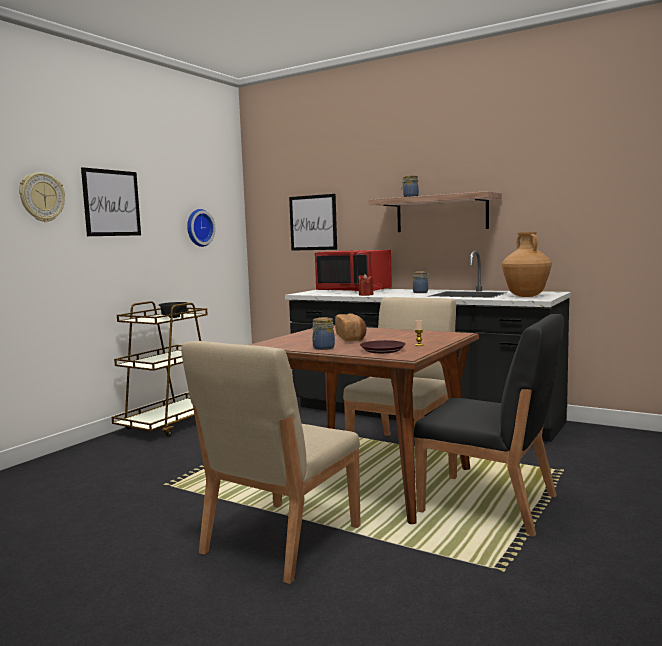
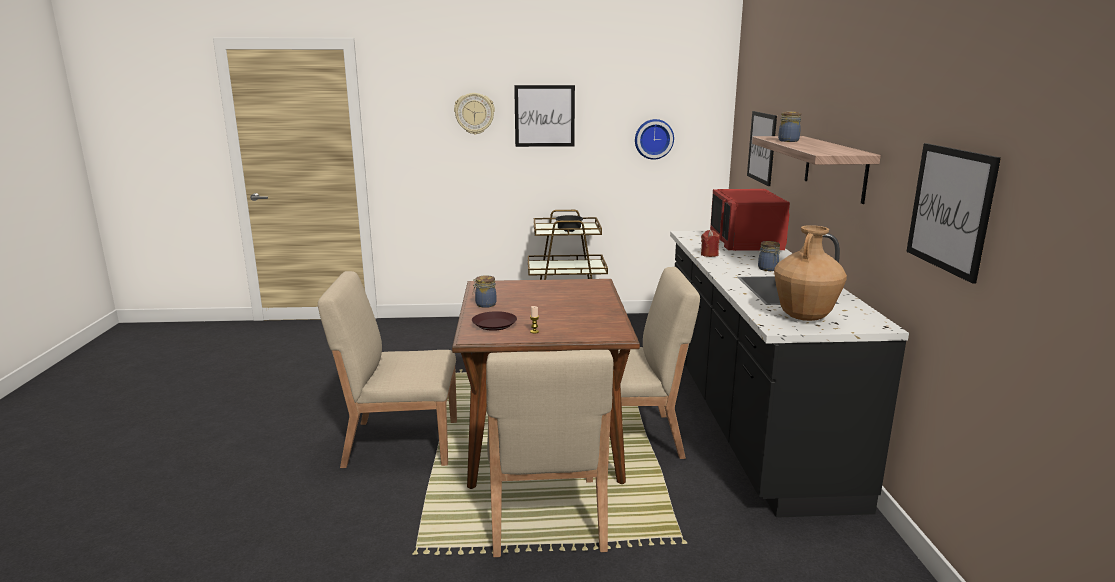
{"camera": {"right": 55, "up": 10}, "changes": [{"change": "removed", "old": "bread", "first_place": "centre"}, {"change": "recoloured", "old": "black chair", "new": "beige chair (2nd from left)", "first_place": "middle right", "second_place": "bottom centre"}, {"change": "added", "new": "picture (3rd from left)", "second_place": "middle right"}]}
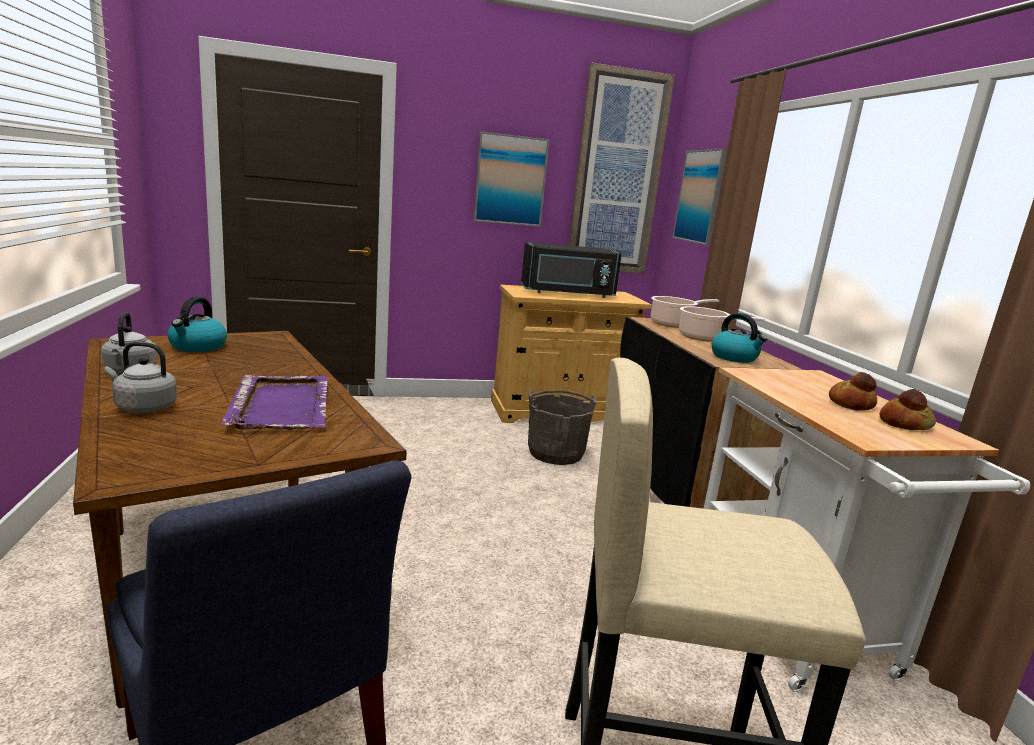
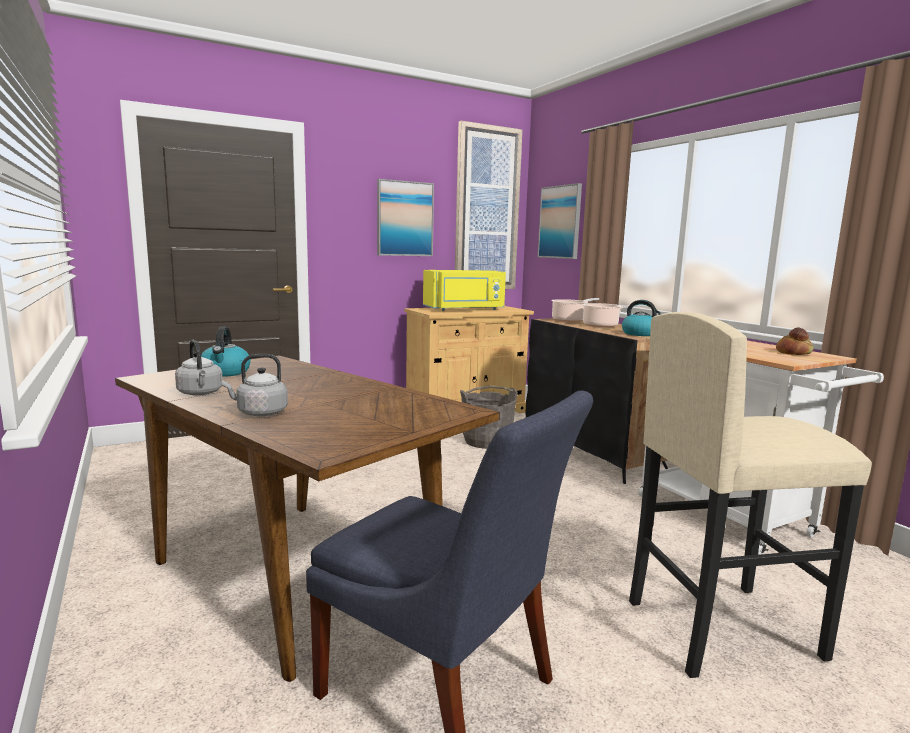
{"camera": {"right": -15, "up": -5}, "changes": [{"change": "recoloured", "old": "black microwave", "new": "yellow microwave", "first_place": "centre", "second_place": "centre"}, {"change": "removed", "old": "bread (1st from left)", "first_place": "middle right"}, {"change": "removed", "old": "purple tray", "first_place": "middle left"}]}
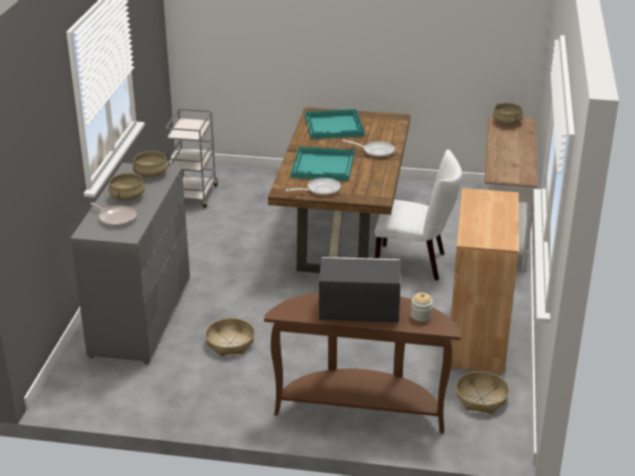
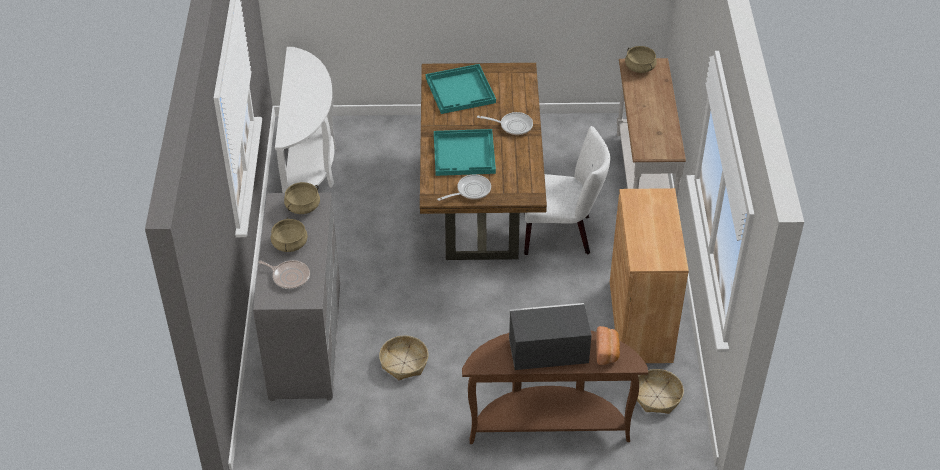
{"camera": {"right": -10, "up": 15}, "changes": [{"change": "replaced", "old": "grey cart", "new": "white console table (1st from left)", "first_place": "top left", "second_place": "top left"}, {"change": "replaced", "old": "jar", "new": "bread", "first_place": "centre", "second_place": "bottom centre"}]}
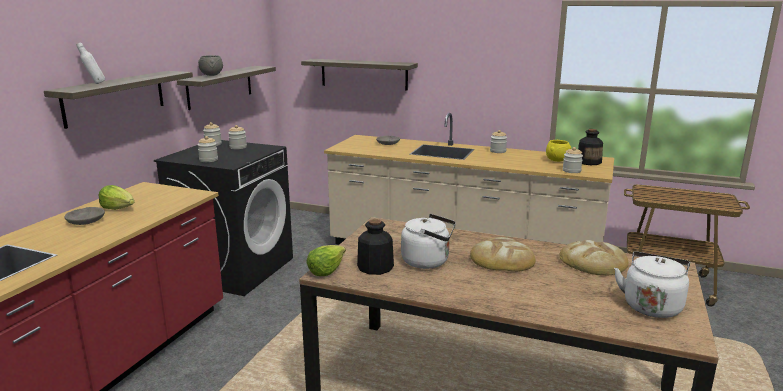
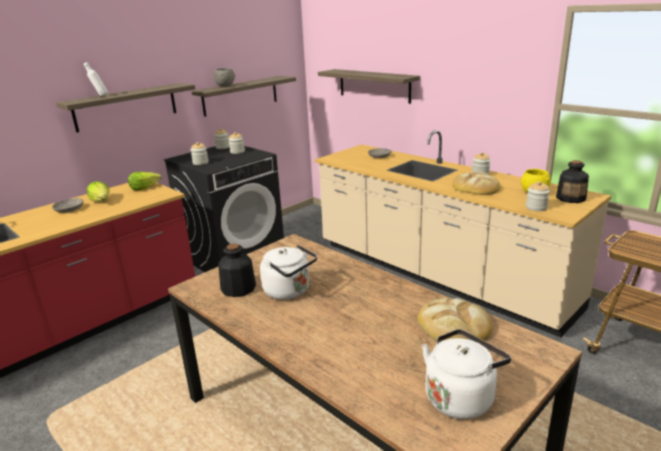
{"camera": {"right": 25, "up": 5}, "changes": [{"change": "moved", "old": "bread (1st from left in the first image)", "new": "bread (2nd from left)", "first_place": "centre", "second_place": "middle right"}, {"change": "moved", "old": "lettuce (2nd from left)", "first_place": "centre", "second_place": "middle left"}]}
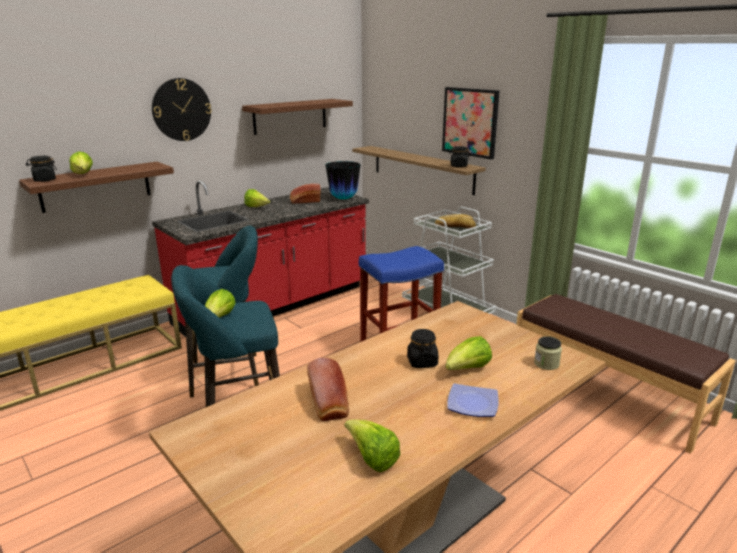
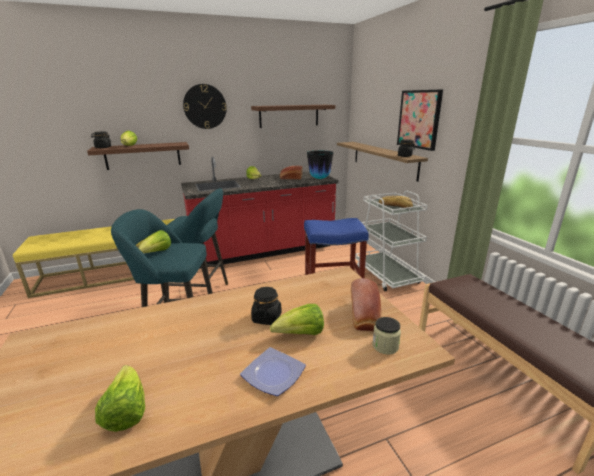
{"camera": {"right": 20, "up": 0}, "changes": [{"change": "moved", "old": "bread (2nd from left)", "first_place": "bottom centre", "second_place": "centre"}]}
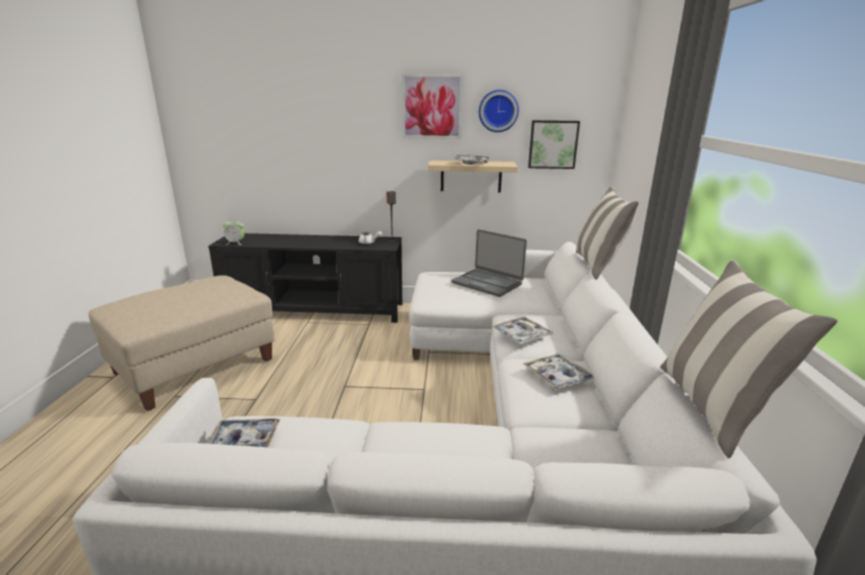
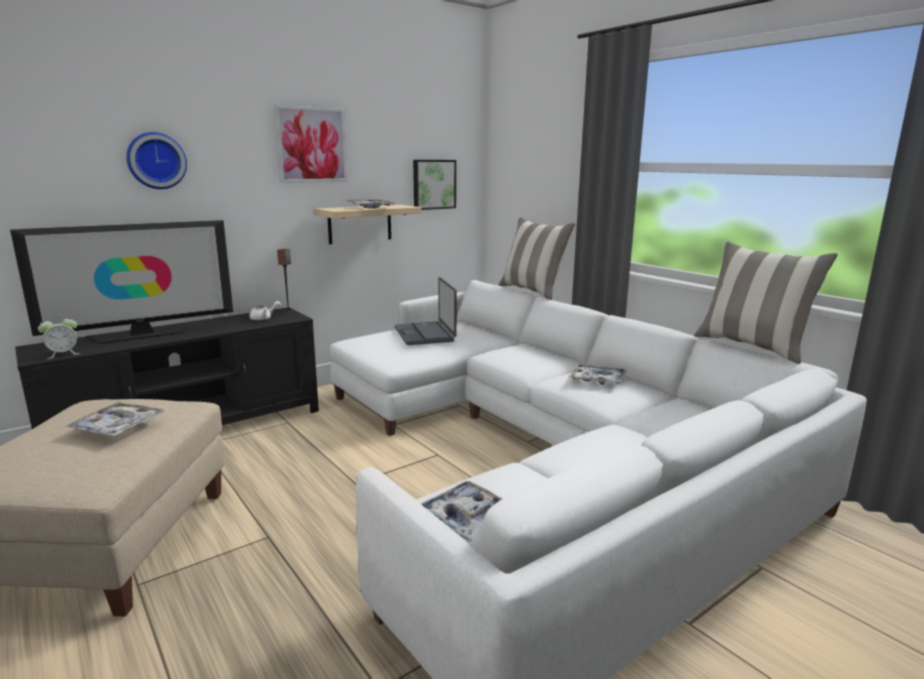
{"camera": {"right": -40, "up": -5}, "changes": [{"change": "moved", "old": "wall clock", "first_place": "top centre", "second_place": "top left"}, {"change": "turned", "old": "laptop", "first_place": "centre", "second_place": "centre", "degrees": 75}, {"change": "moved", "old": "tray (3rd from left in the first image)", "new": "tray (1st from left)", "first_place": "centre", "second_place": "middle left"}, {"change": "added", "new": "television", "second_place": "middle left"}]}
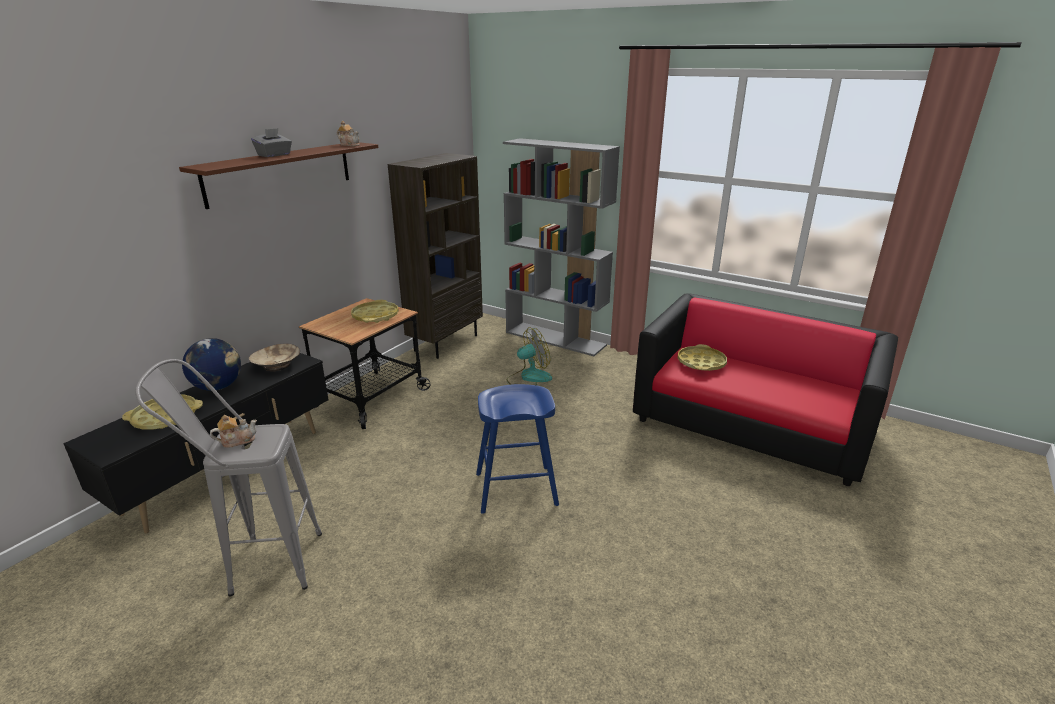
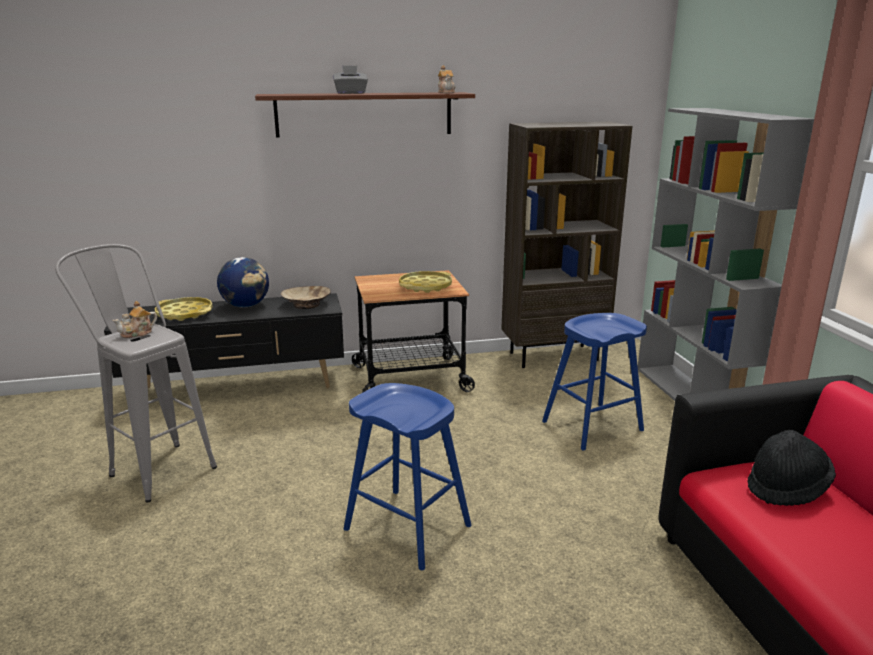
{"camera": {"right": 45, "up": -5}, "changes": [{"change": "replaced", "old": "fan", "new": "blue stool (2nd from left)", "first_place": "centre", "second_place": "middle right"}, {"change": "replaced", "old": "yellow tray (3rd from left)", "new": "black hat", "first_place": "centre", "second_place": "bottom right"}, {"change": "turned", "old": "teapot (1st from left)", "first_place": "middle left", "second_place": "middle left", "degrees": 120}]}
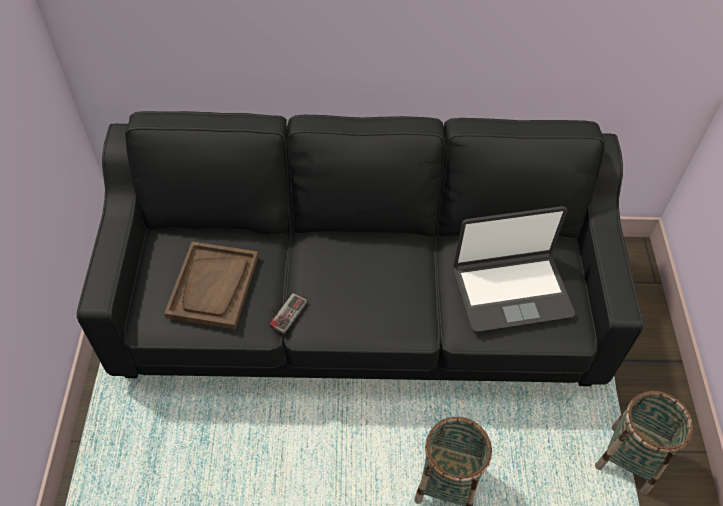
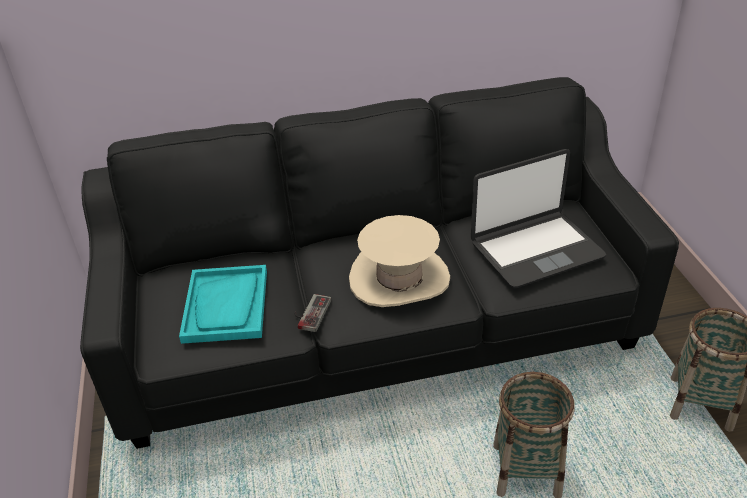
{"camera": {"right": -10, "up": -15}, "changes": [{"change": "recoloured", "old": "brown tray", "new": "turquoise tray", "first_place": "middle left", "second_place": "middle left"}, {"change": "added", "new": "beige hat", "second_place": "centre"}]}
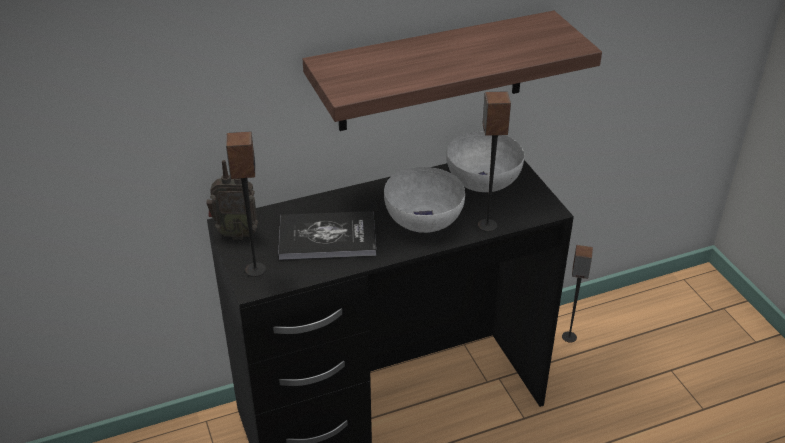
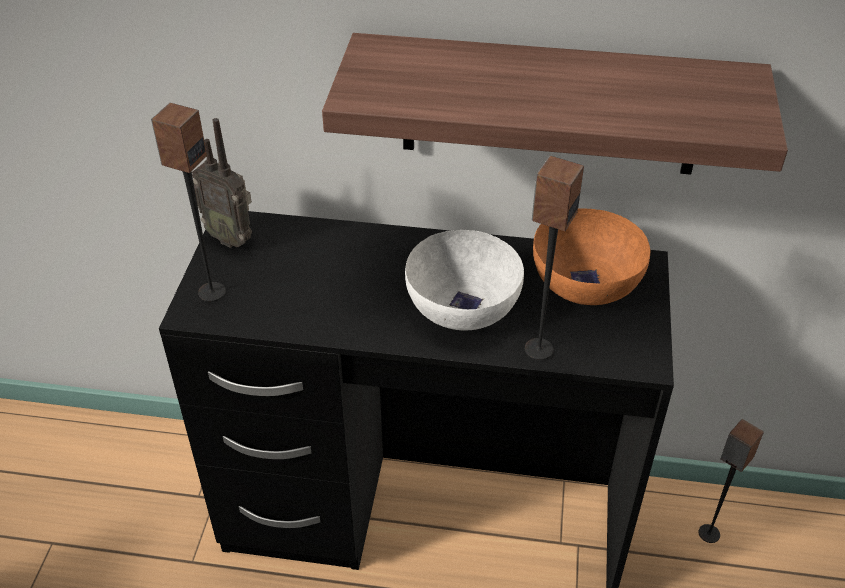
{"camera": {"right": 30, "up": 5}, "changes": [{"change": "recoloured", "old": "white bowl (2nd from left)", "new": "orange bowl", "first_place": "centre", "second_place": "middle right"}, {"change": "removed", "old": "book", "first_place": "centre"}]}
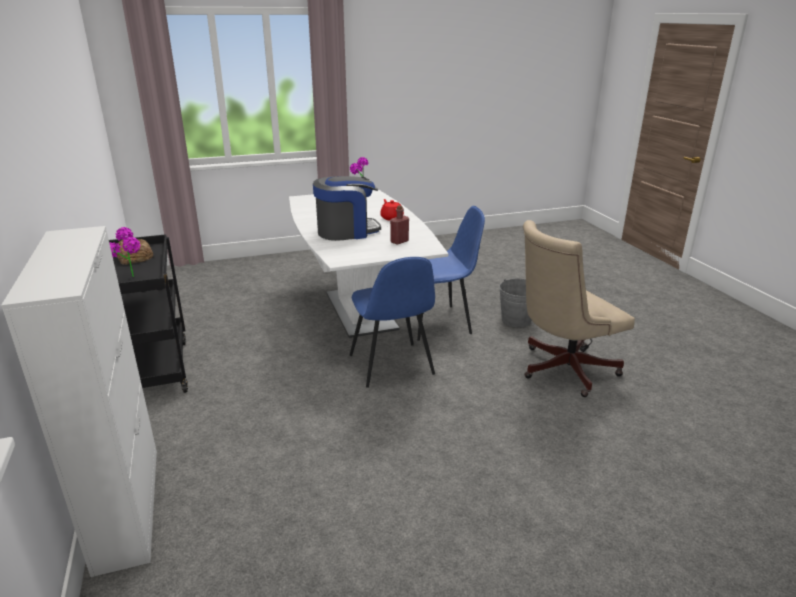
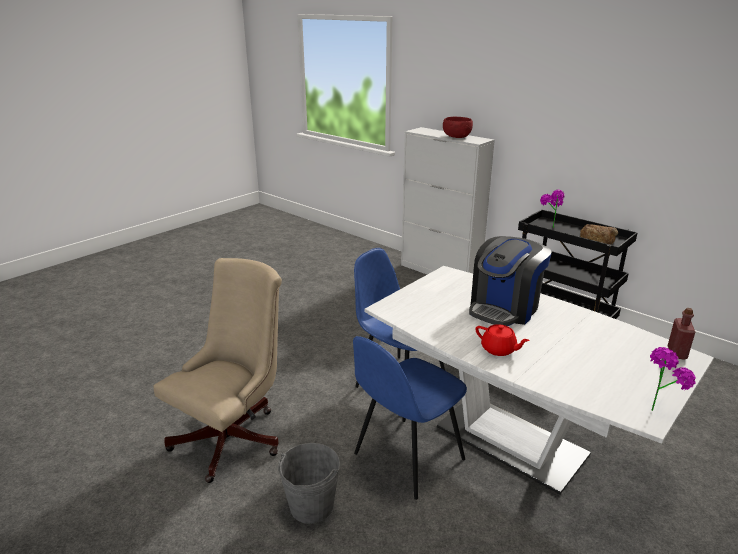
{"camera": {"right": 150, "up": 0}, "changes": [{"change": "moved", "old": "red bottle", "first_place": "centre", "second_place": "middle right"}, {"change": "added", "new": "red bowl", "second_place": "top centre"}]}
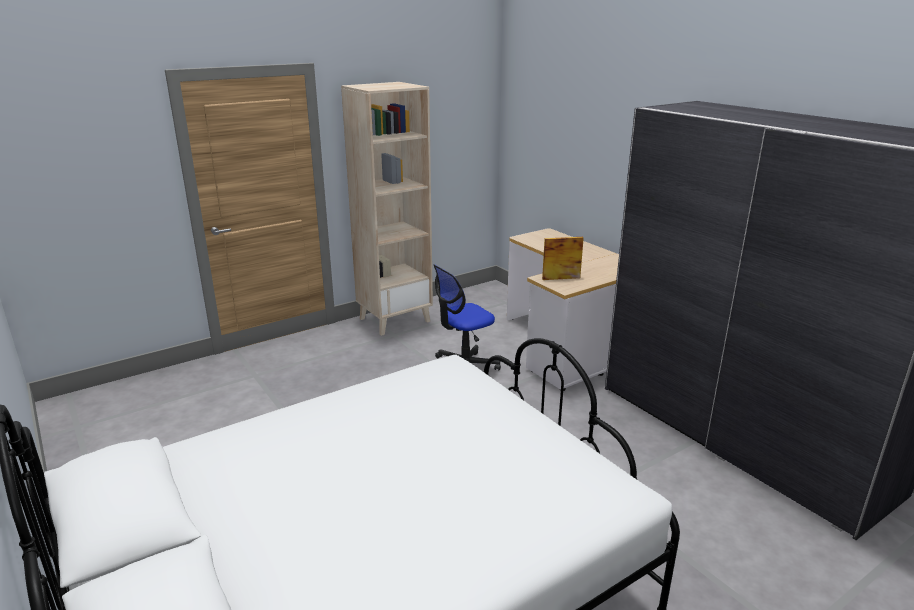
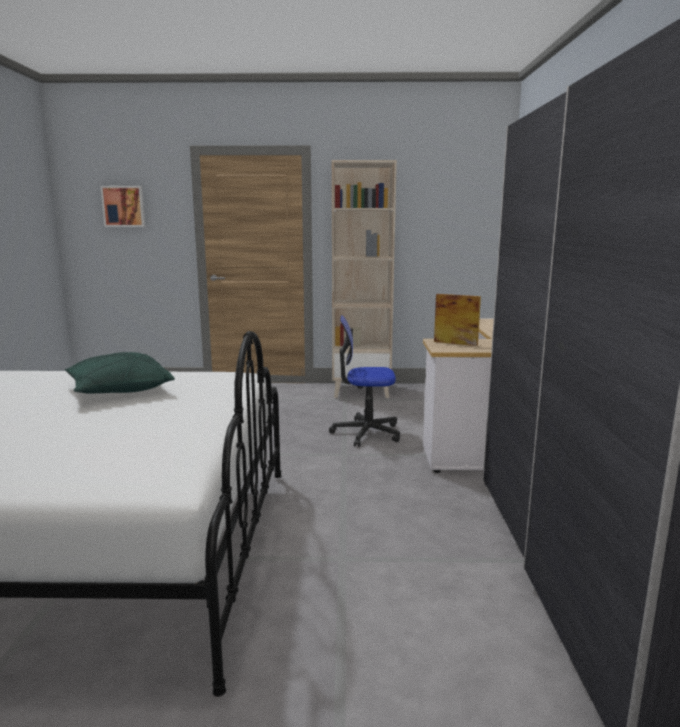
{"camera": {"right": 35, "up": -10}, "changes": [{"change": "added", "new": "picture", "second_place": "top left"}, {"change": "added", "new": "green pillow", "second_place": "middle left"}]}
